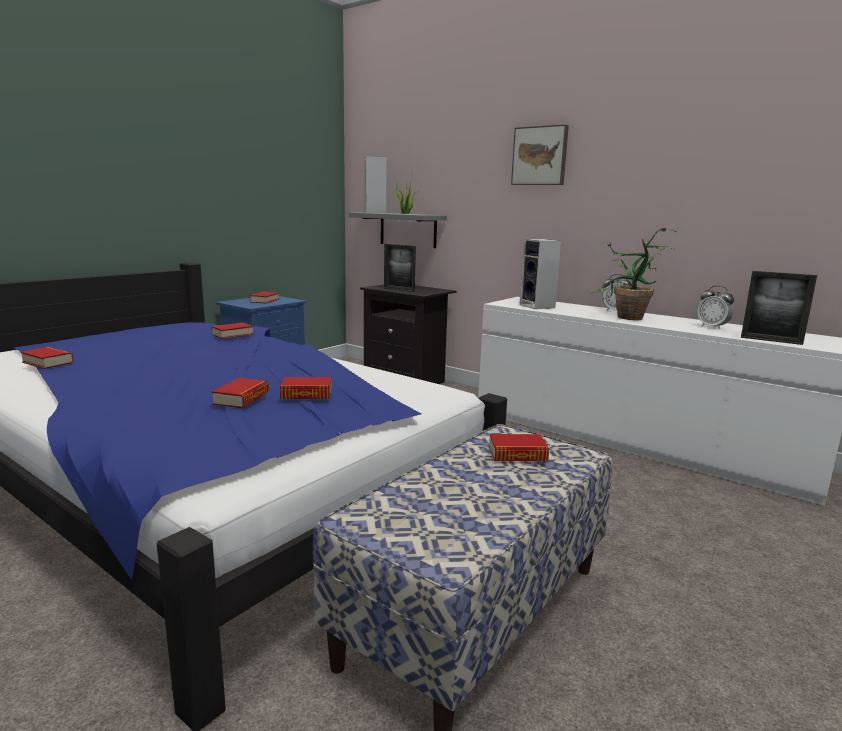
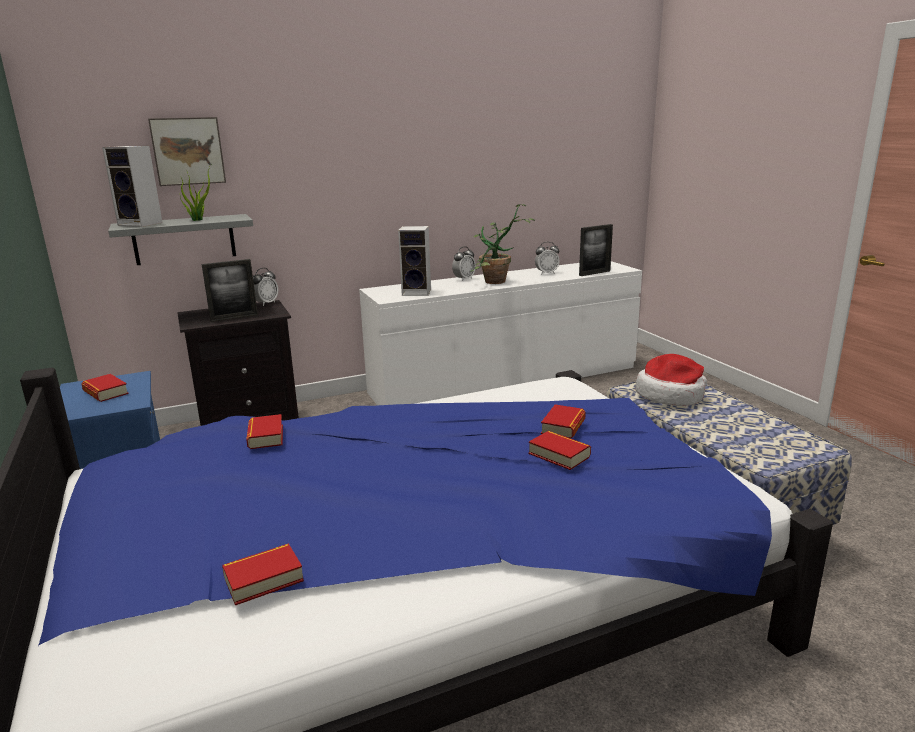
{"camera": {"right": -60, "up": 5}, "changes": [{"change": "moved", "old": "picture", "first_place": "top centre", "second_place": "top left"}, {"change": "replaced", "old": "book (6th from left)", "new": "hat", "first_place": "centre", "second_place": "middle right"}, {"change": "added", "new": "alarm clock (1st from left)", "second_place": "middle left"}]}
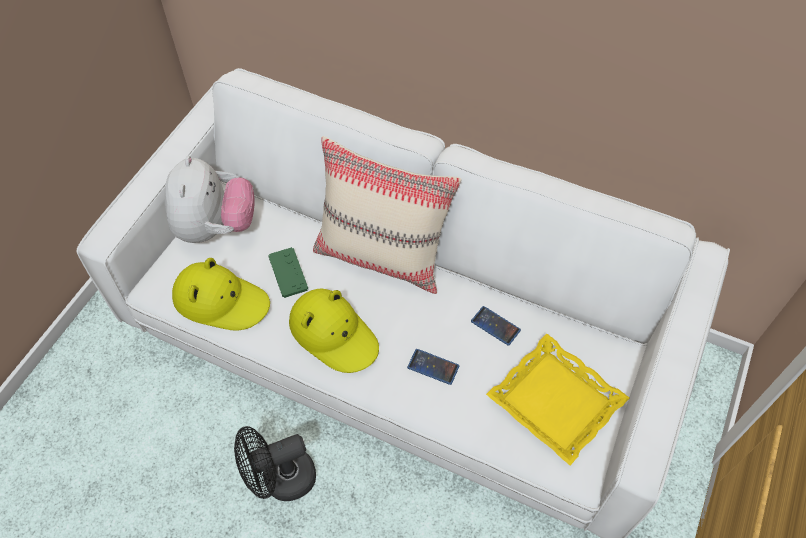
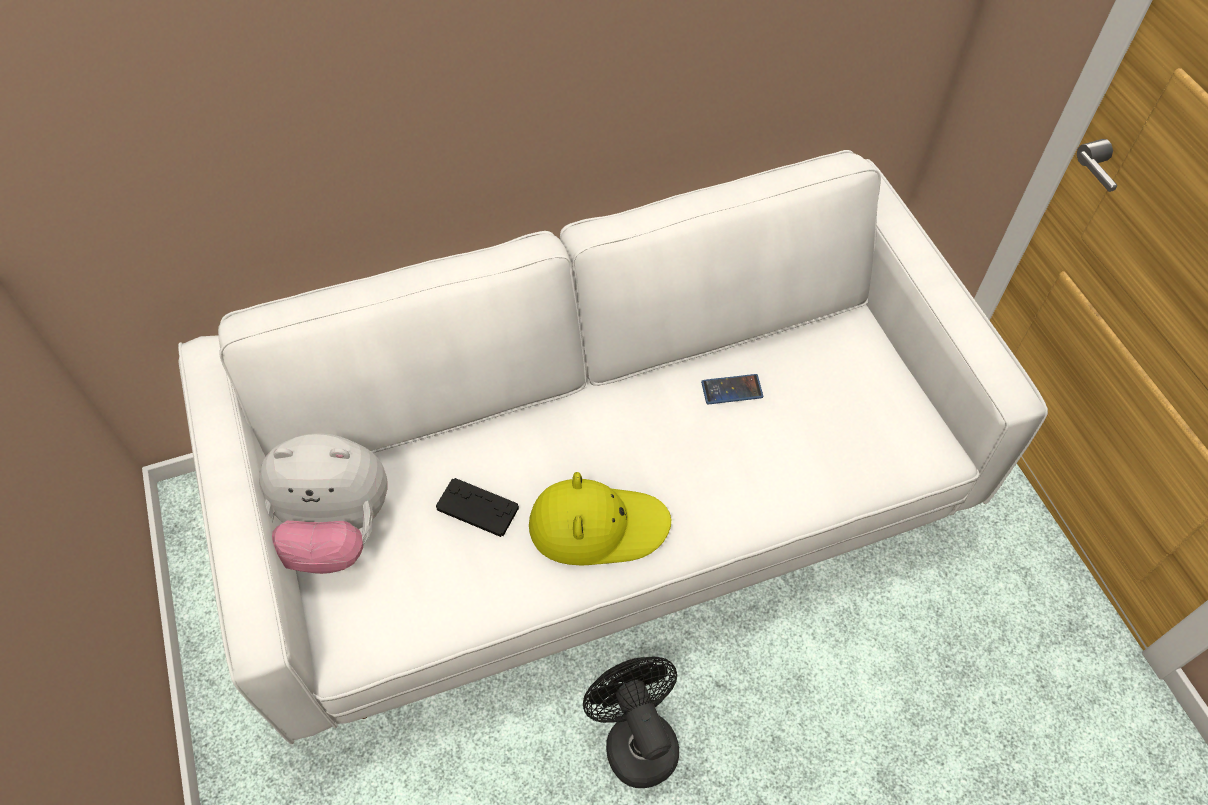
{"camera": {"right": -45, "up": 0}, "changes": [{"change": "removed", "old": "beige pillow", "first_place": "centre"}, {"change": "turned", "old": "plush toy", "first_place": "middle left", "second_place": "middle left", "degrees": 135}, {"change": "recoloured", "old": "green game controller", "new": "black game controller", "first_place": "centre", "second_place": "centre"}, {"change": "removed", "old": "yellow hat (1st from left)", "first_place": "middle left"}, {"change": "removed", "old": "yellow tray", "first_place": "bottom right"}, {"change": "removed", "old": "phone (1st from left)", "first_place": "bottom centre"}, {"change": "turned", "old": "black fan", "first_place": "bottom centre", "second_place": "bottom centre", "degrees": 135}]}
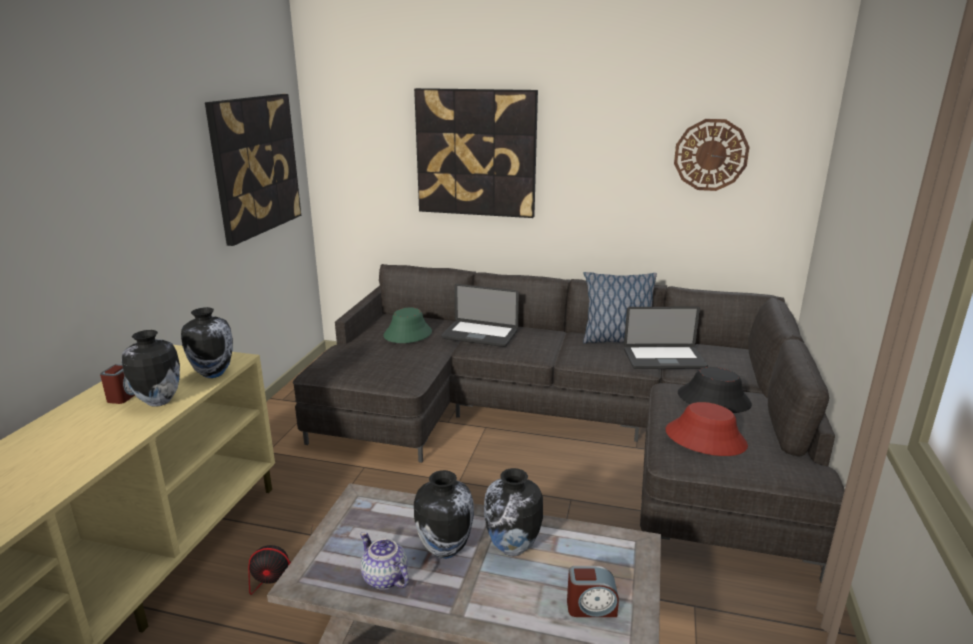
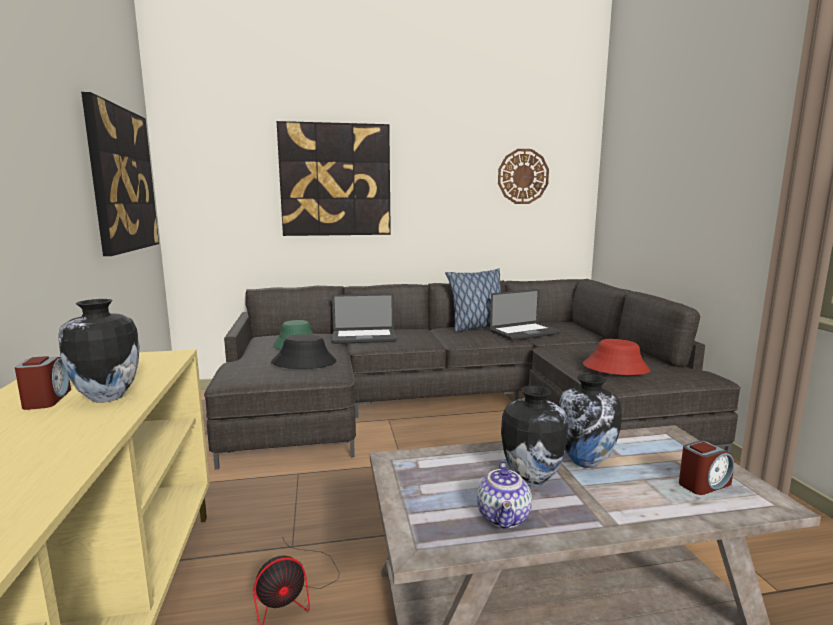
{"camera": {"right": -25, "up": -10}, "changes": [{"change": "removed", "old": "vase (2nd from left)", "first_place": "middle left"}, {"change": "moved", "old": "black hat", "first_place": "middle right", "second_place": "centre"}, {"change": "turned", "old": "teapot", "first_place": "bottom centre", "second_place": "bottom centre", "degrees": -105}]}
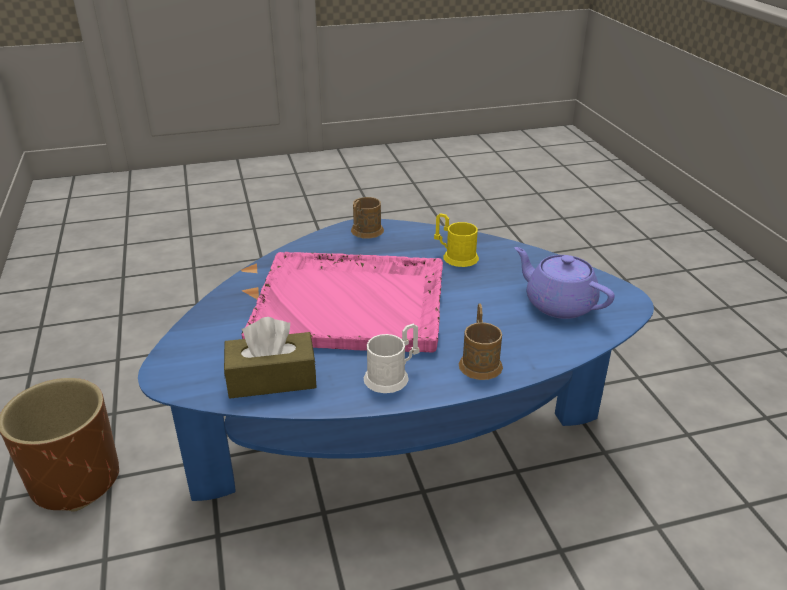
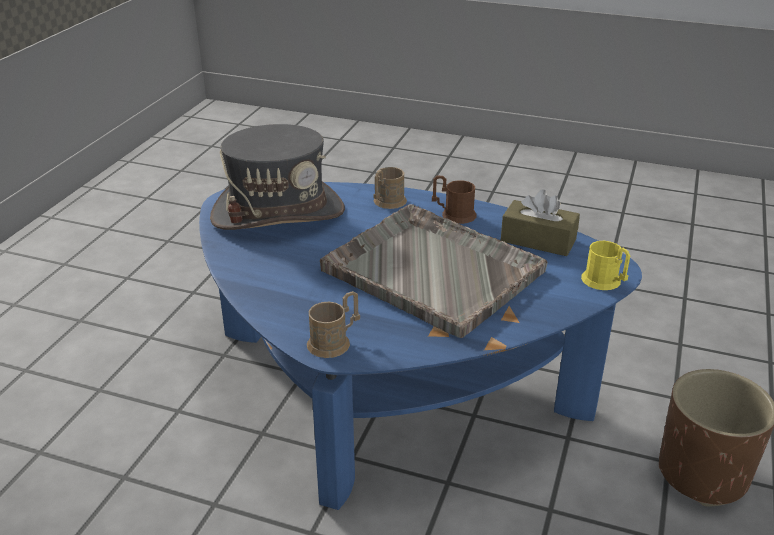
{"camera": {"right": -145, "up": 0}, "changes": [{"change": "moved", "old": "yellow mug", "first_place": "centre", "second_place": "middle right"}, {"change": "replaced", "old": "purple teapot", "new": "grey hat", "first_place": "middle right", "second_place": "top centre"}, {"change": "recoloured", "old": "pink tray", "new": "grey tray", "first_place": "centre", "second_place": "centre"}, {"change": "recoloured", "old": "white mug", "new": "brown mug (3rd from left)", "first_place": "centre", "second_place": "centre"}]}
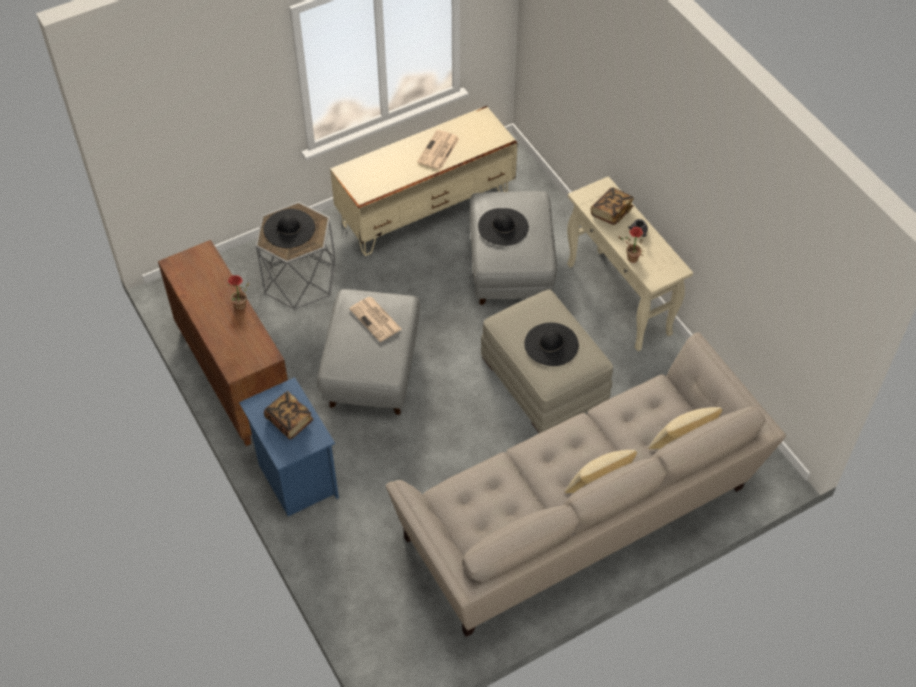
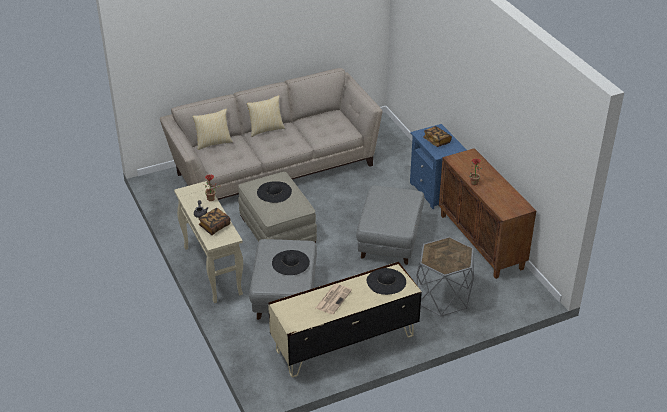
{"camera": {"right": -175, "up": -15}, "changes": [{"change": "moved", "old": "black hat (1st from left in the first image)", "new": "black hat (3rd from left)", "first_place": "top left", "second_place": "bottom centre"}, {"change": "removed", "old": "newspaper (1st from left)", "first_place": "centre"}]}
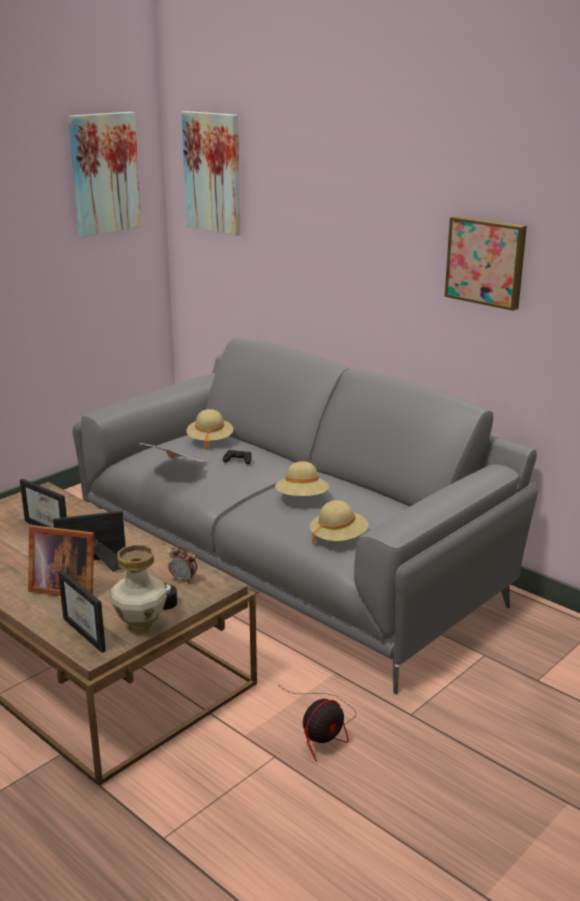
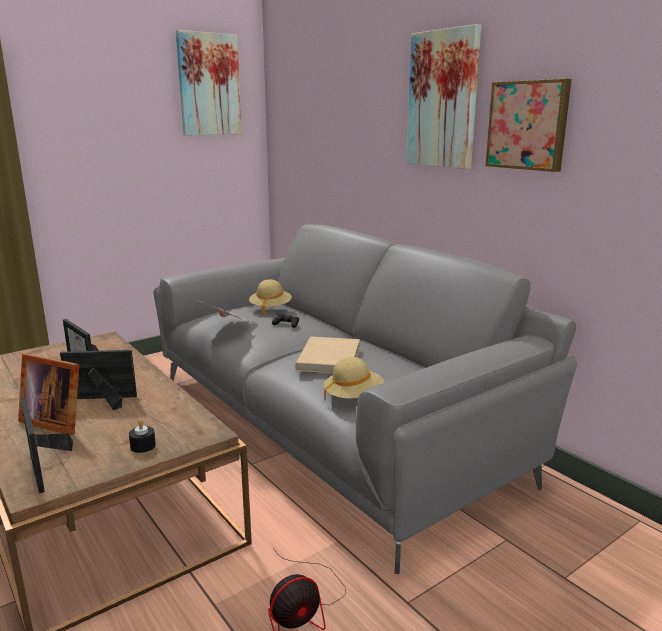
{"camera": {"right": 10, "up": -5}, "changes": [{"change": "moved", "old": "picture (2nd from left)", "first_place": "top centre", "second_place": "top right"}, {"change": "replaced", "old": "beige hat (2nd from left)", "new": "beige book", "first_place": "centre", "second_place": "centre"}, {"change": "removed", "old": "vase", "first_place": "middle left"}, {"change": "removed", "old": "alarm clock", "first_place": "middle left"}]}
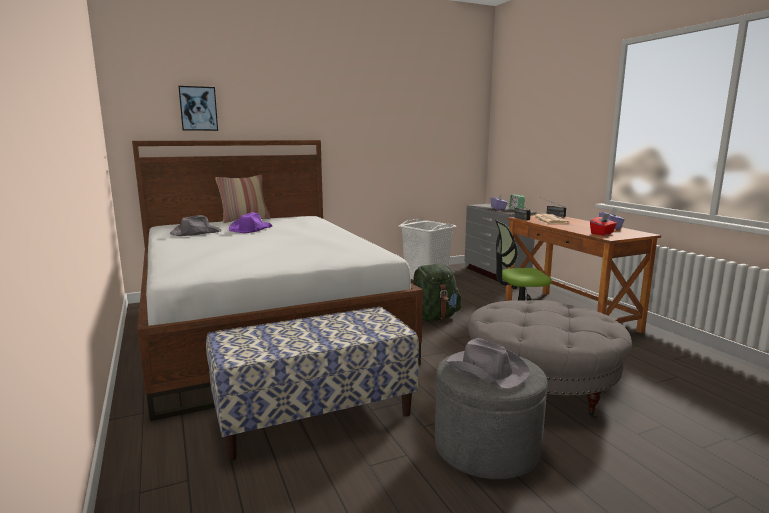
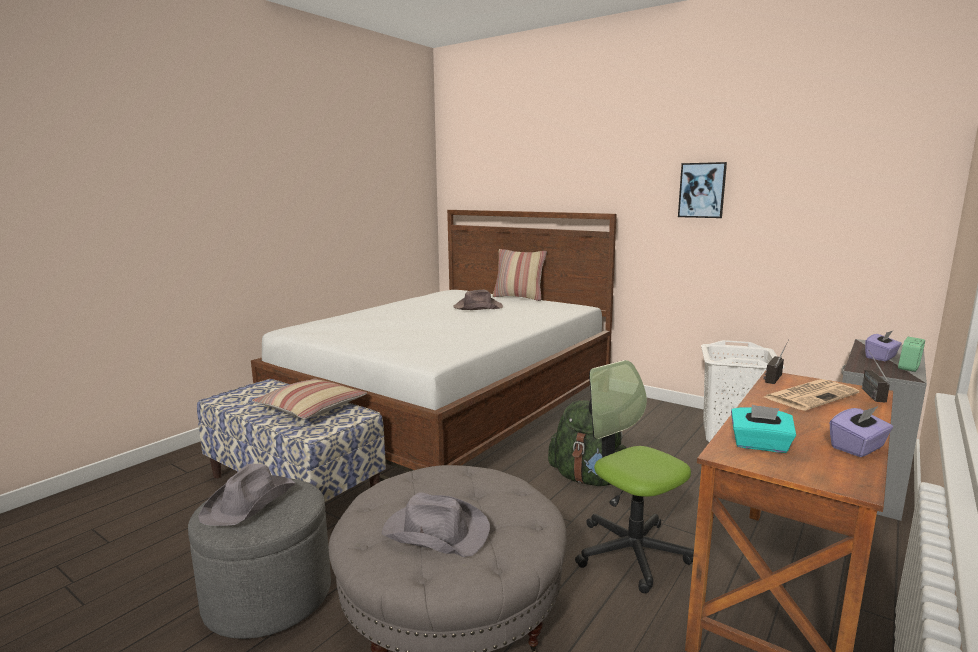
{"camera": {"right": 60, "up": 0}, "changes": [{"change": "moved", "old": "picture", "first_place": "top left", "second_place": "top right"}, {"change": "recoloured", "old": "purple hat", "new": "brown hat", "first_place": "middle left", "second_place": "centre"}, {"change": "recoloured", "old": "red tissue box", "new": "turquoise tissue box", "first_place": "middle right", "second_place": "middle right"}, {"change": "moved", "old": "grey hat (1st from left in the first image)", "new": "grey hat (2nd from left)", "first_place": "middle left", "second_place": "bottom centre"}, {"change": "added", "new": "pillow (1st from left)", "second_place": "middle left"}]}
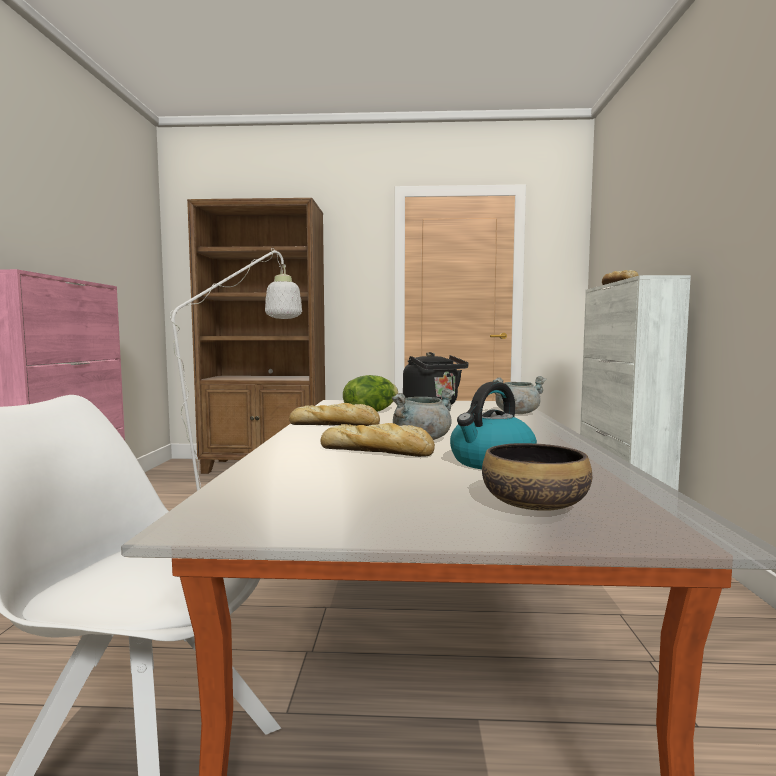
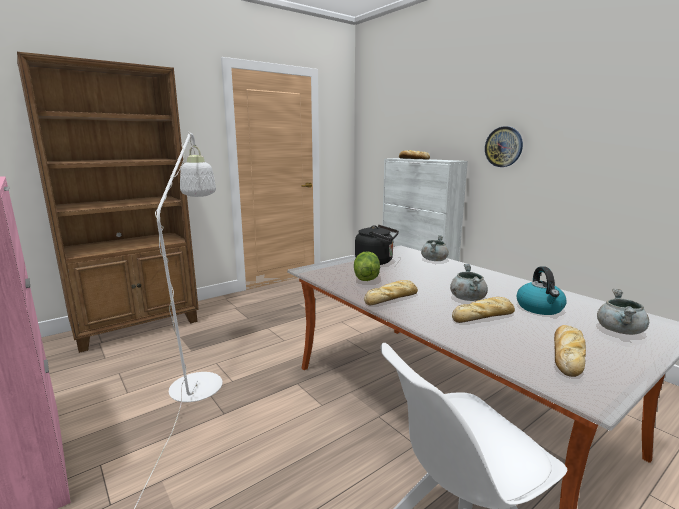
{"camera": {"right": -40, "up": 10}, "changes": [{"change": "replaced", "old": "bowl", "new": "grey cooking pot (3rd from left)", "first_place": "middle right", "second_place": "middle right"}, {"change": "added", "new": "wall clock", "second_place": "top right"}, {"change": "added", "new": "bread (4th from left)", "second_place": "bottom right"}]}
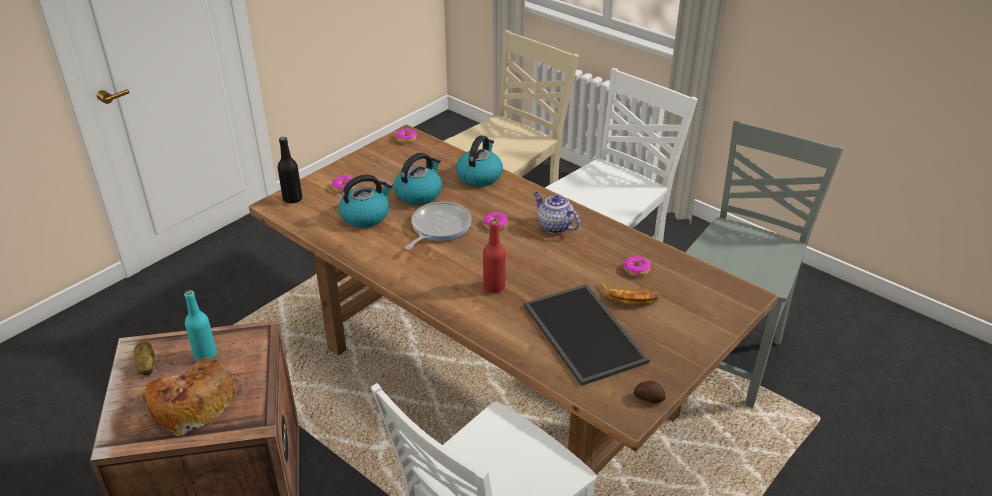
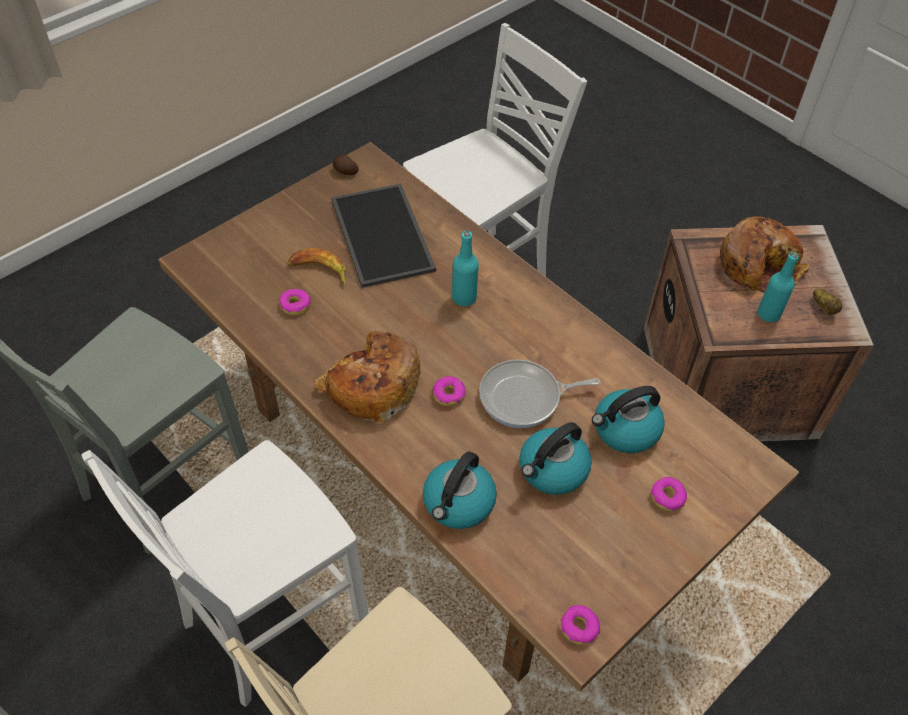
{"camera": {"right": -175, "up": 15}, "changes": [{"change": "removed", "old": "black bottle", "first_place": "middle left"}, {"change": "replaced", "old": "teapot", "new": "bread (1st from left)", "first_place": "centre", "second_place": "centre"}, {"change": "turned", "old": "frying pan", "first_place": "centre", "second_place": "centre", "degrees": 45}, {"change": "recoloured", "old": "red bottle", "new": "turquoise bottle (1st from left)", "first_place": "centre", "second_place": "centre"}]}
